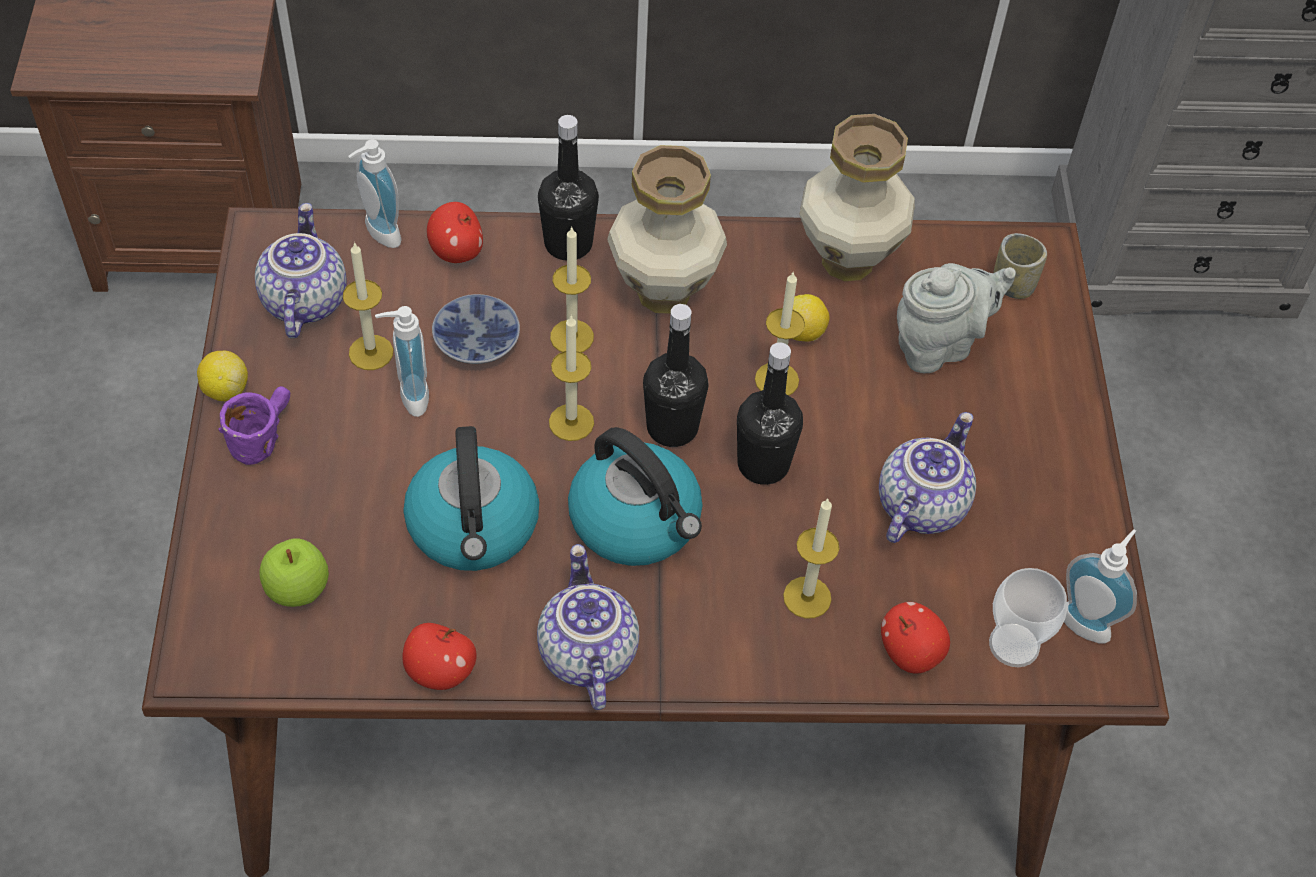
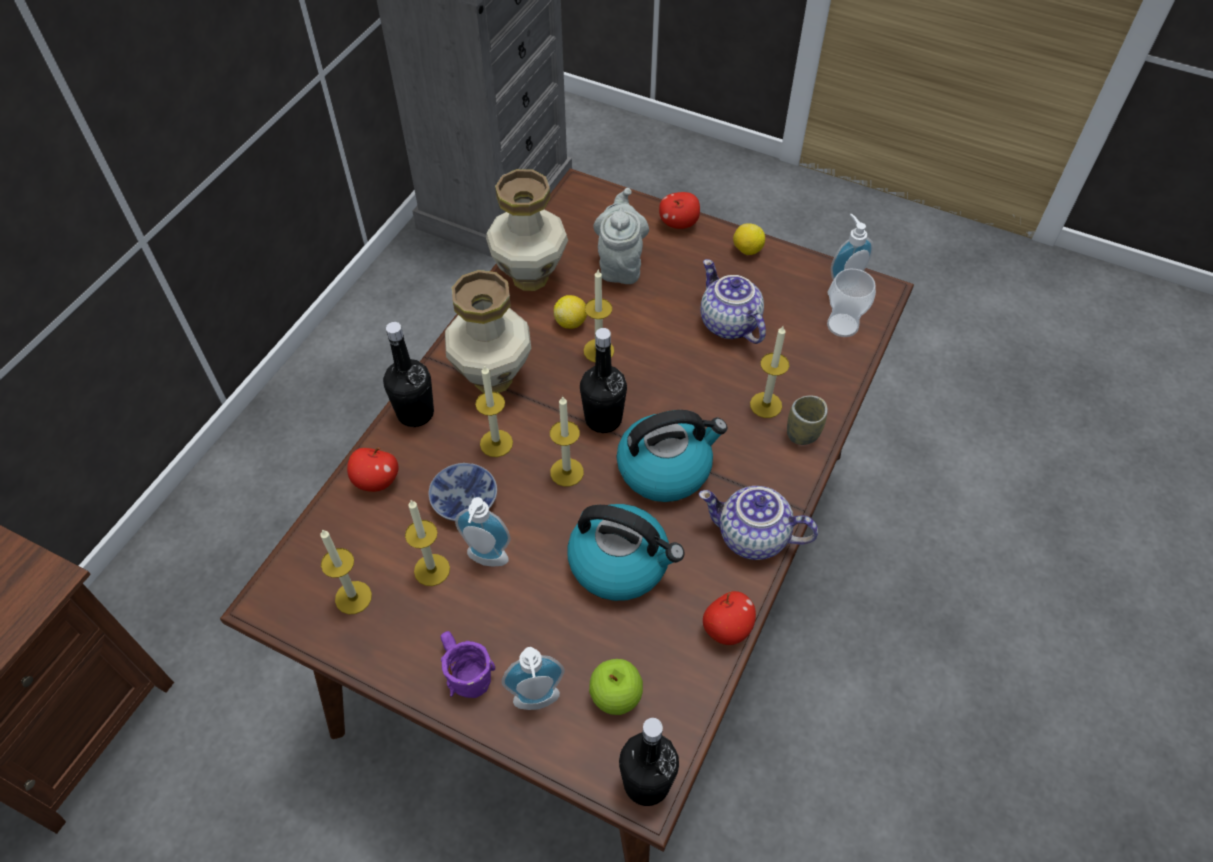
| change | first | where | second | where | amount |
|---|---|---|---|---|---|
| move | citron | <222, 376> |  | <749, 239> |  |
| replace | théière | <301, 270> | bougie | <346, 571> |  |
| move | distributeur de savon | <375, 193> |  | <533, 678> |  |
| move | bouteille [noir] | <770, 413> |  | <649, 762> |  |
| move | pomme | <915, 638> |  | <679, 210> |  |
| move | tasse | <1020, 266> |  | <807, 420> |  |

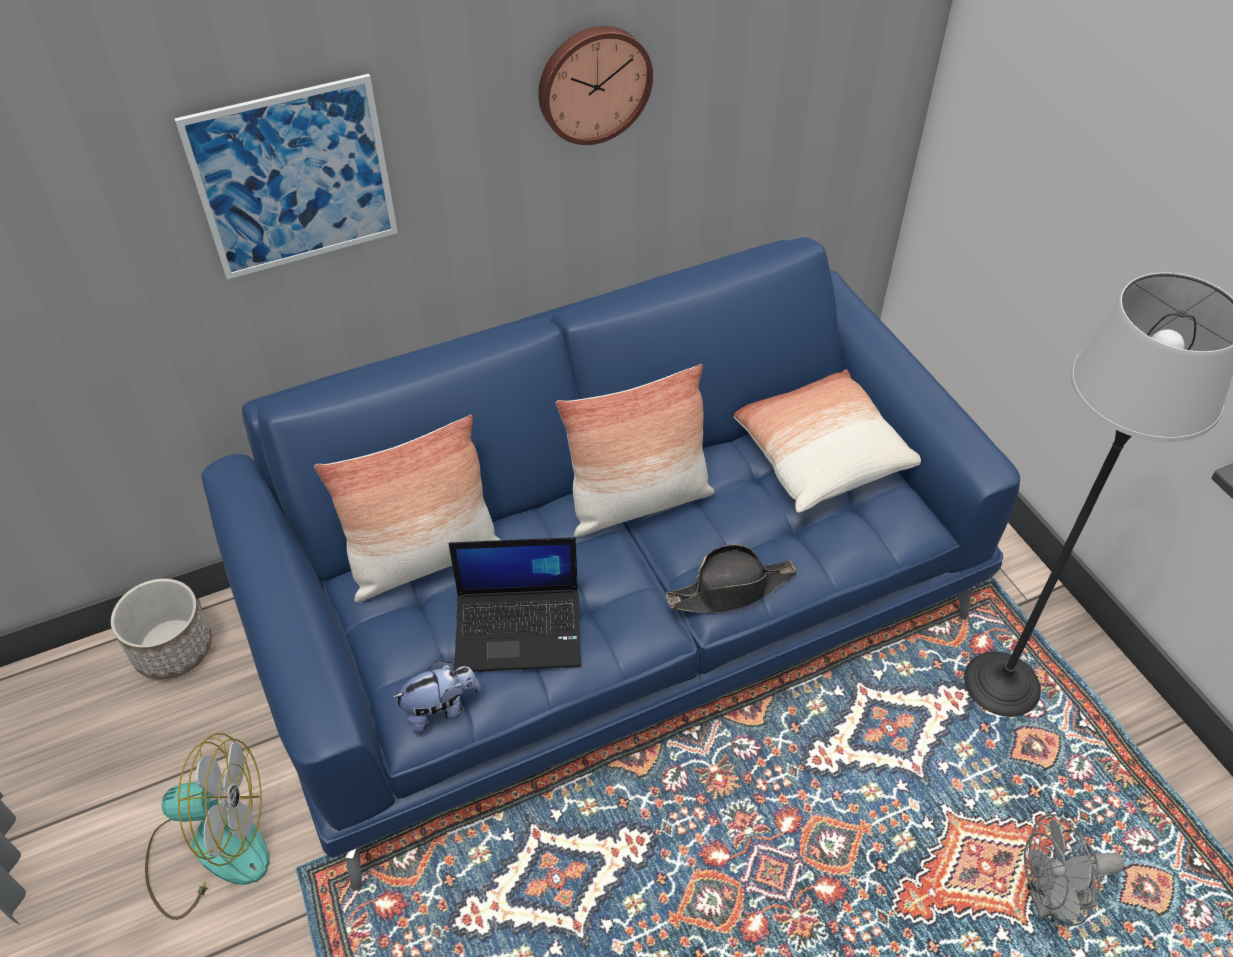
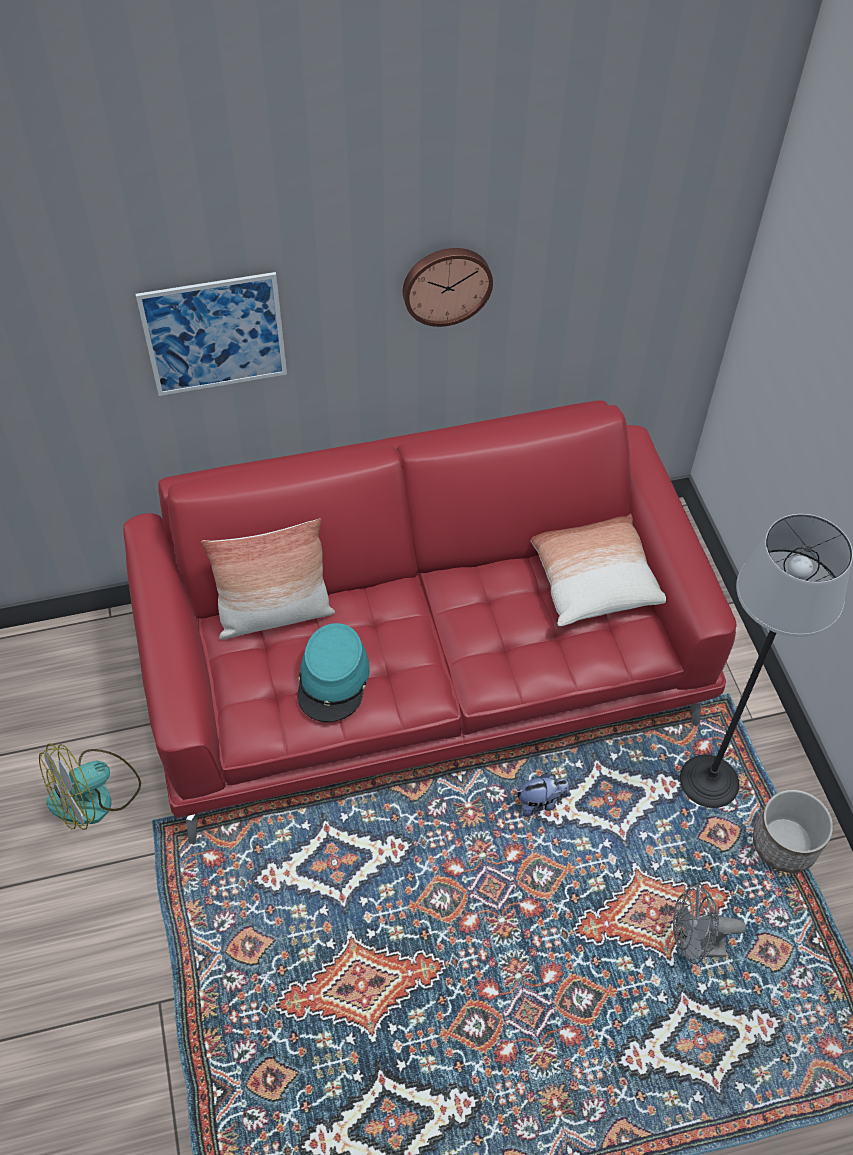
| change | first | where | second | where | amount |
|---|---|---|---|---|---|
| move | cache-pot | <161, 629> |  | <793, 831> |  |
| rotate | ventilateur | <207, 826> |  | <90, 786> | 135 degrees clockwise |
| recolor | canapé [bleu] | <611, 564> | canapé [rouge] | <430, 622> |  |
| move | peluche | <436, 697> |  | <543, 795> |  |
| replace | ordinateur portable | <514, 604> | chapeau [turquoise] | <333, 672> |  |
| delete | coussin | <635, 450> |  |  |  |
| delete | chapeau [noir] | <731, 578> |  |  |  |

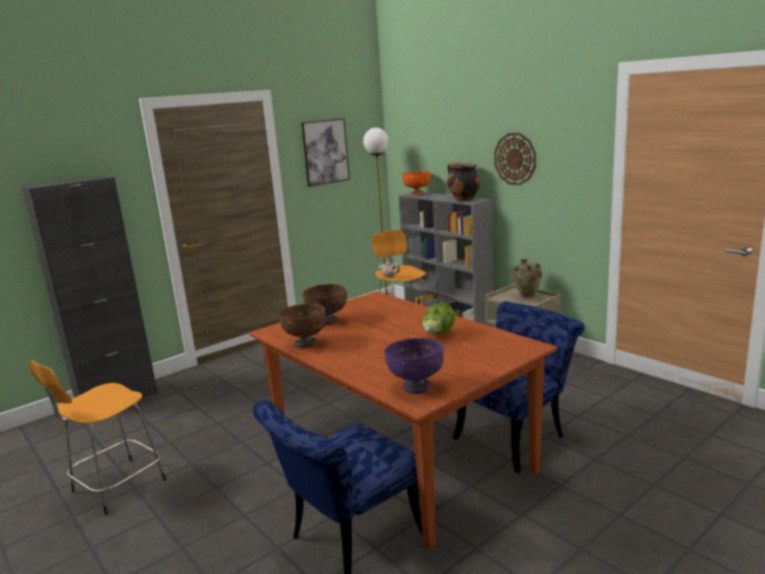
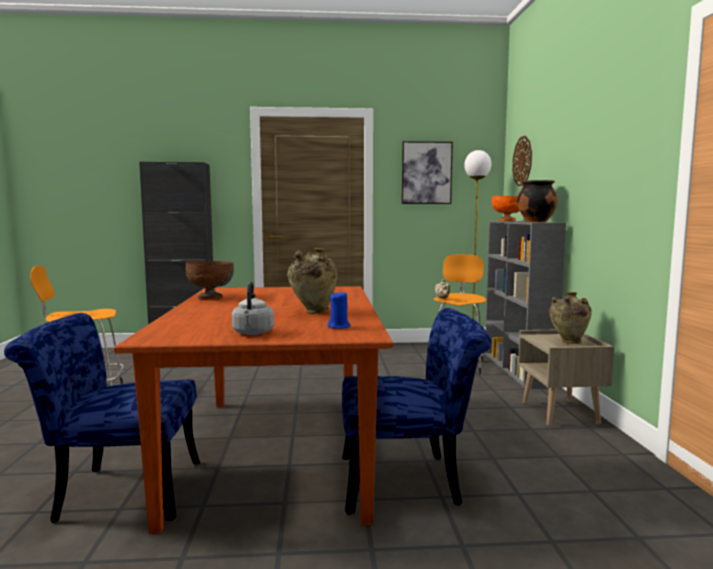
| change | first | where | second | where | amount |
|---|---|---|---|---|---|
| delete | bol [marron] | <324, 304> |  |  |  |
| delete | bol [violet] | <414, 366> |  |  |  |
| replace | laitue | <439, 319> | vase [beige] | <312, 281> |  |
| move | horloge murale | <515, 159> |  | <522, 161> |  |
| insert |  |  | bouilloire [gris] | <253, 308> |  |
| insert |  |  | bougie [bleu] | <339, 310> |  |

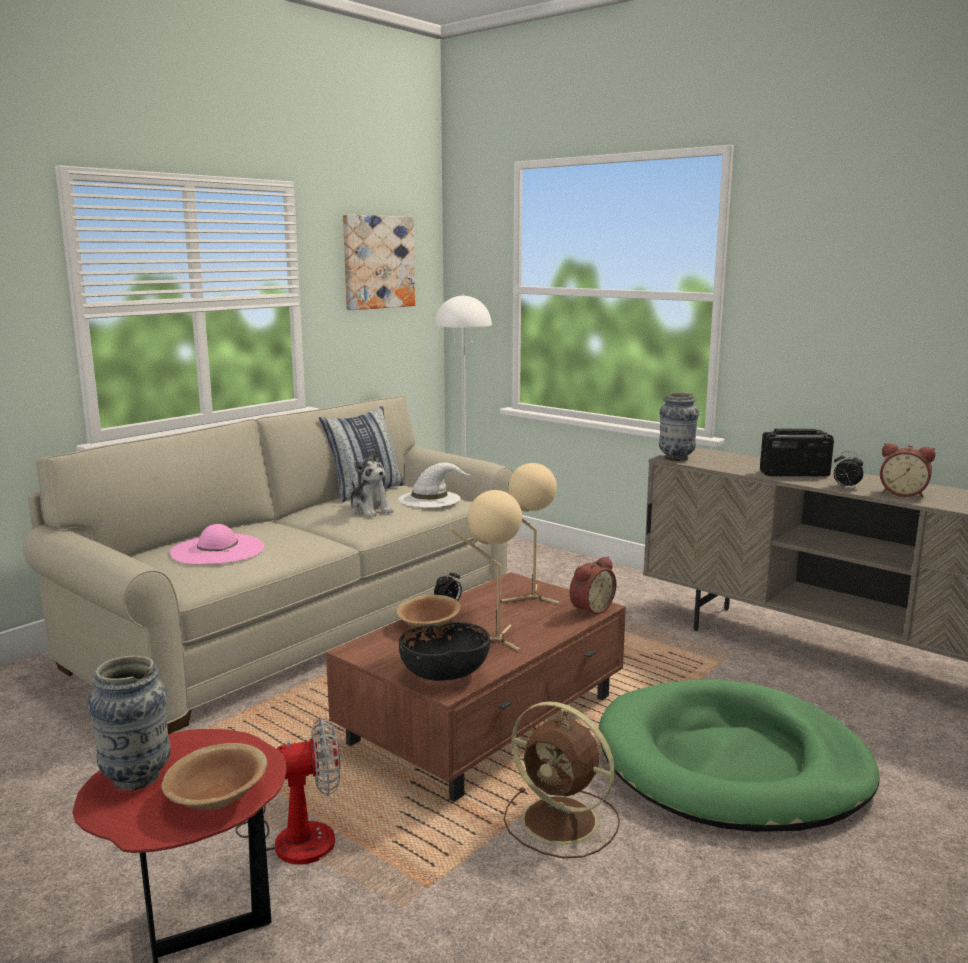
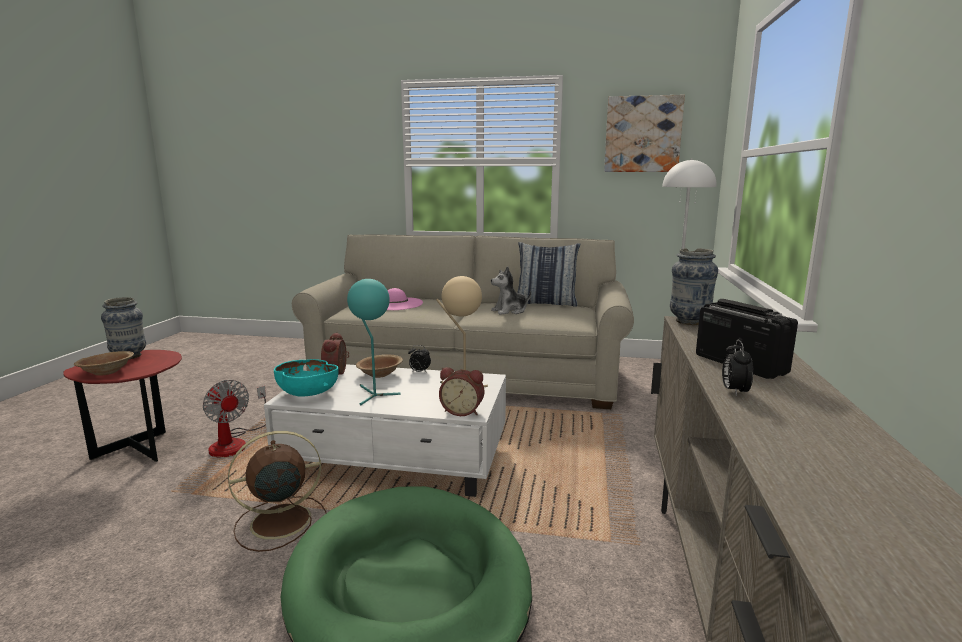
| change | first | where | second | where | amount |
|---|---|---|---|---|---|
| recolor | table basse [marron] | <476, 687> | table basse [blanc] | <385, 430> |  |
| rotate | peluche | <372, 483> |  | <511, 290> | 45 degrees clockwise |
| delete | chapeau [blanc] | <435, 485> |  |  |  |
| recolor | bol [noir] | <444, 651> | bol [turquoise] | <306, 377> |  |
| recolor | lampe de table [beige] | <485, 571> | lampe de table [turquoise] | <373, 342> |  |
| rotate | ventilateur [marron] | <561, 779> |  | <277, 491> | 60 degrees clockwise |
| move | réveil | <907, 470> |  | <335, 353> |  |

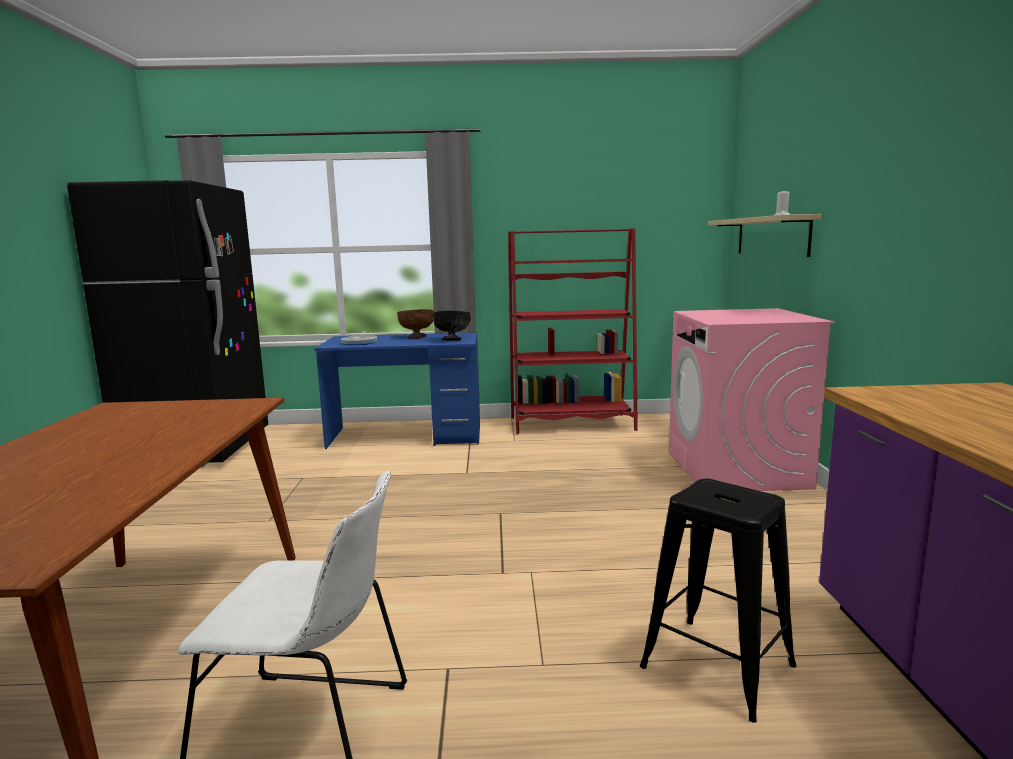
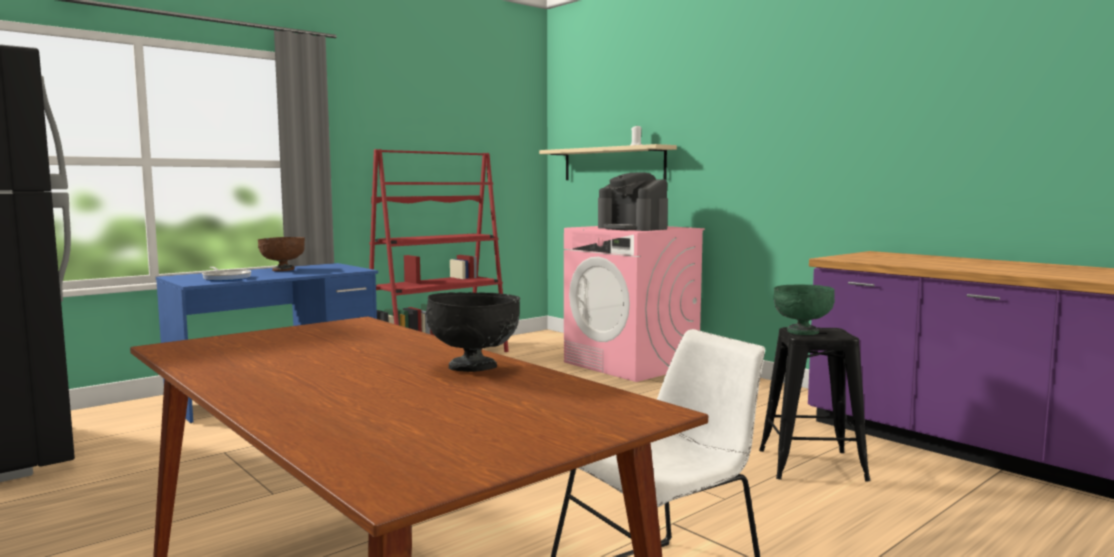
| change | first | where | second | where | amount |
|---|---|---|---|---|---|
| move | bol [noir] | <452, 325> |  | <473, 332> |  |
| insert |  |  | machine à café | <633, 201> |  |
| insert |  |  | bol [vert] | <804, 310> |  |

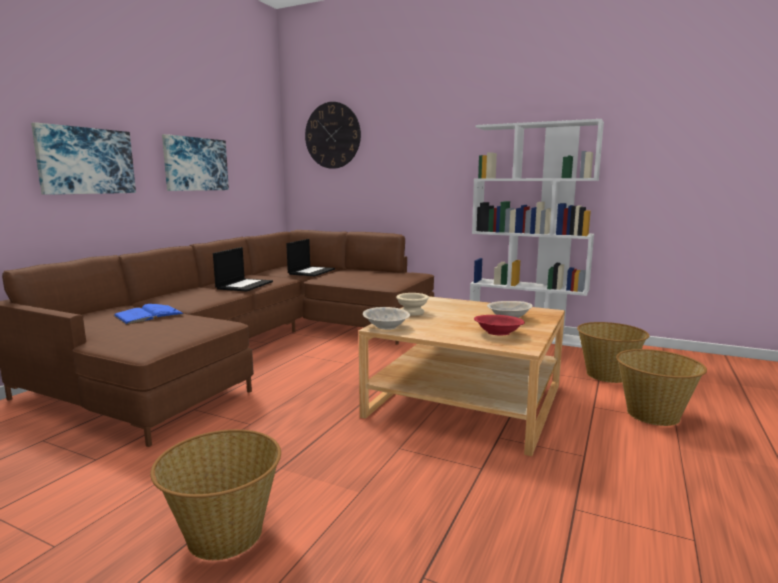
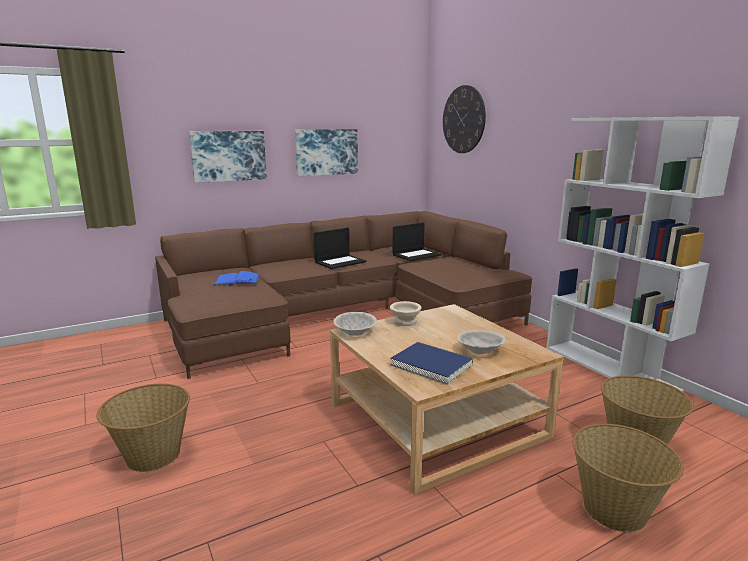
| change | first | where | second | where | amount |
|---|---|---|---|---|---|
| replace | bol [rouge] | <499, 325> | livre [bleu] | <432, 363> |  |

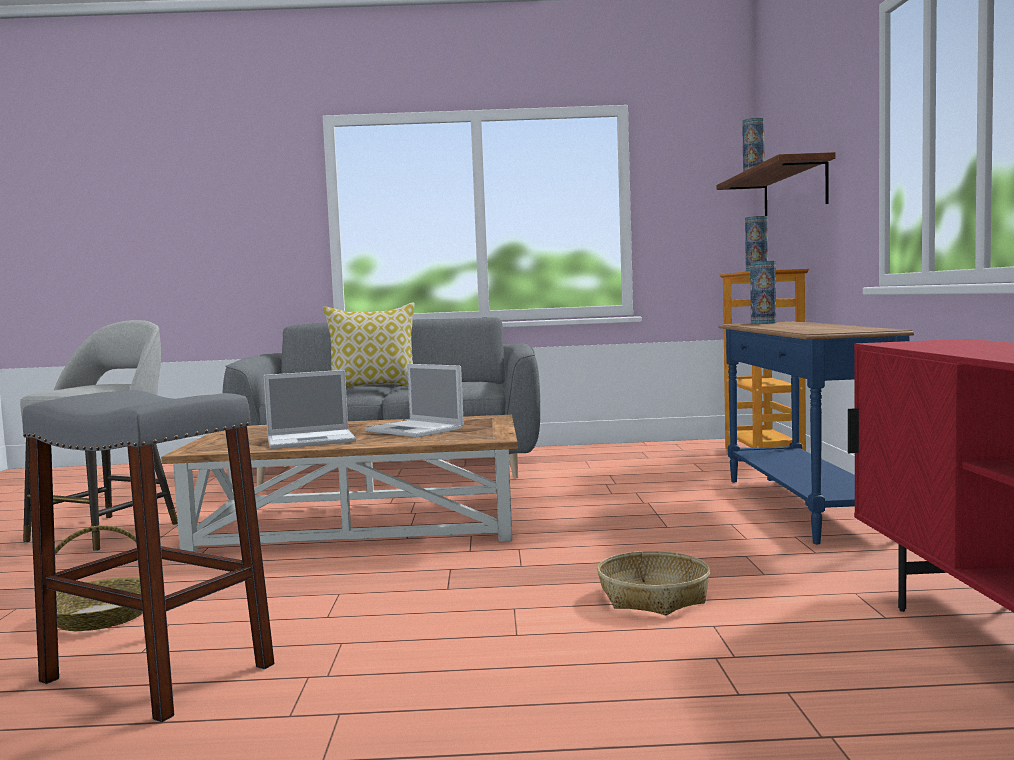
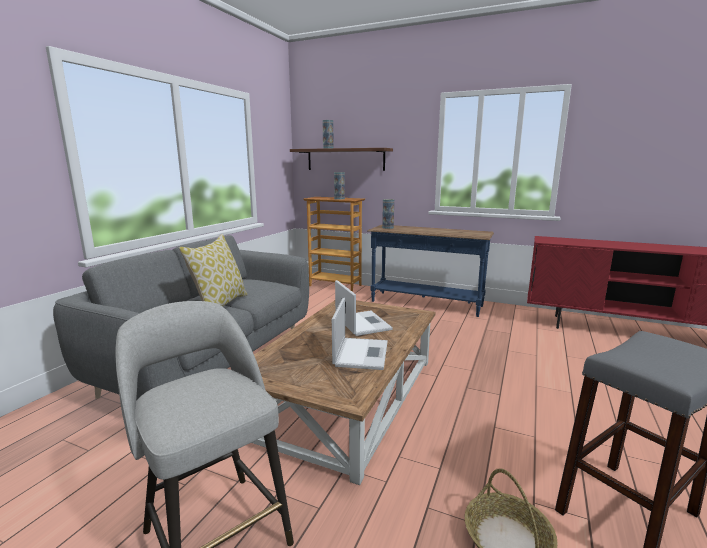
| change | first | where | second | where | amount |
|---|---|---|---|---|---|
| rotate | ordinateur portable | <414, 400> |  | <364, 308> | 90 degrees counterclockwise |
| delete | panier | <653, 583> |  |  |  |

